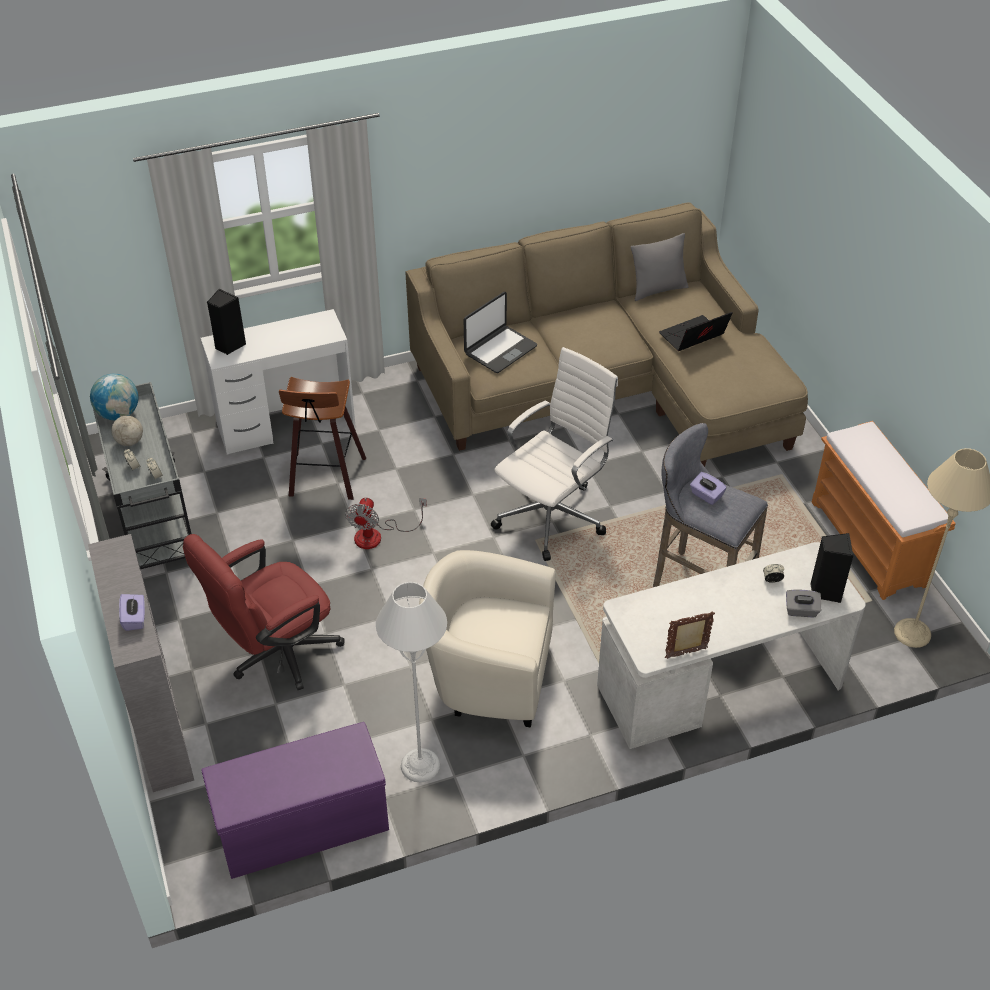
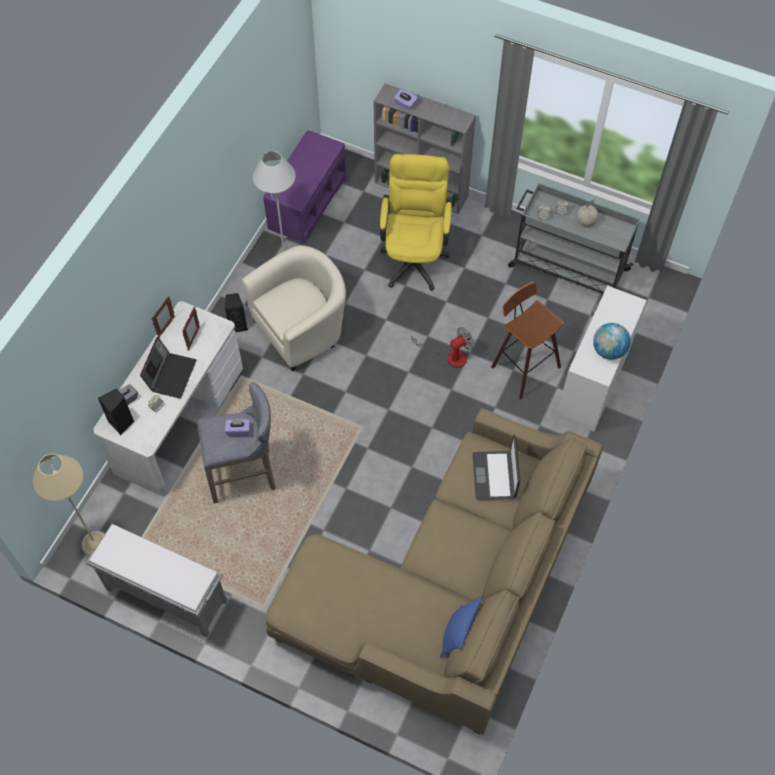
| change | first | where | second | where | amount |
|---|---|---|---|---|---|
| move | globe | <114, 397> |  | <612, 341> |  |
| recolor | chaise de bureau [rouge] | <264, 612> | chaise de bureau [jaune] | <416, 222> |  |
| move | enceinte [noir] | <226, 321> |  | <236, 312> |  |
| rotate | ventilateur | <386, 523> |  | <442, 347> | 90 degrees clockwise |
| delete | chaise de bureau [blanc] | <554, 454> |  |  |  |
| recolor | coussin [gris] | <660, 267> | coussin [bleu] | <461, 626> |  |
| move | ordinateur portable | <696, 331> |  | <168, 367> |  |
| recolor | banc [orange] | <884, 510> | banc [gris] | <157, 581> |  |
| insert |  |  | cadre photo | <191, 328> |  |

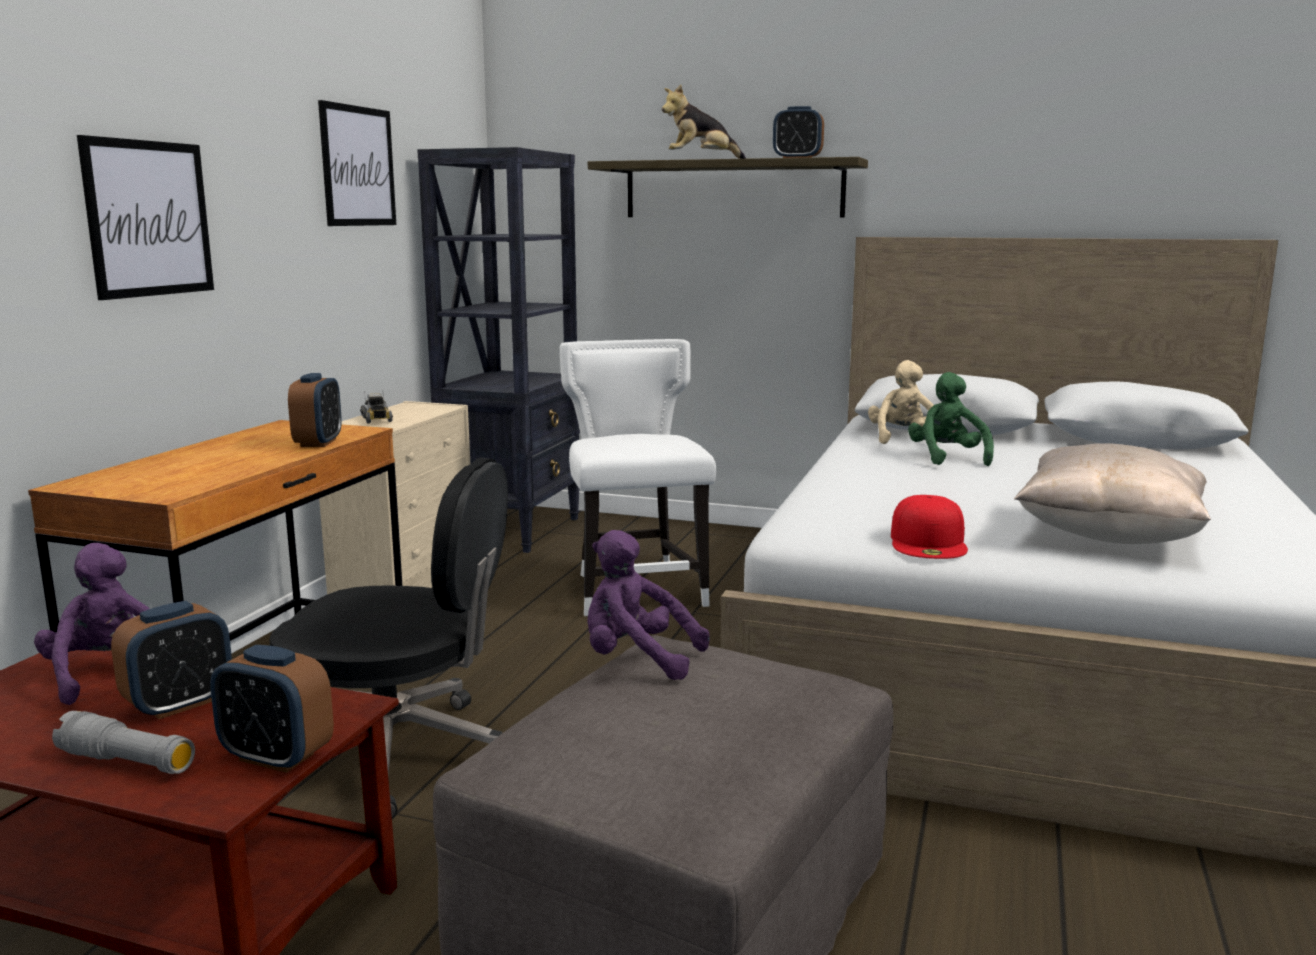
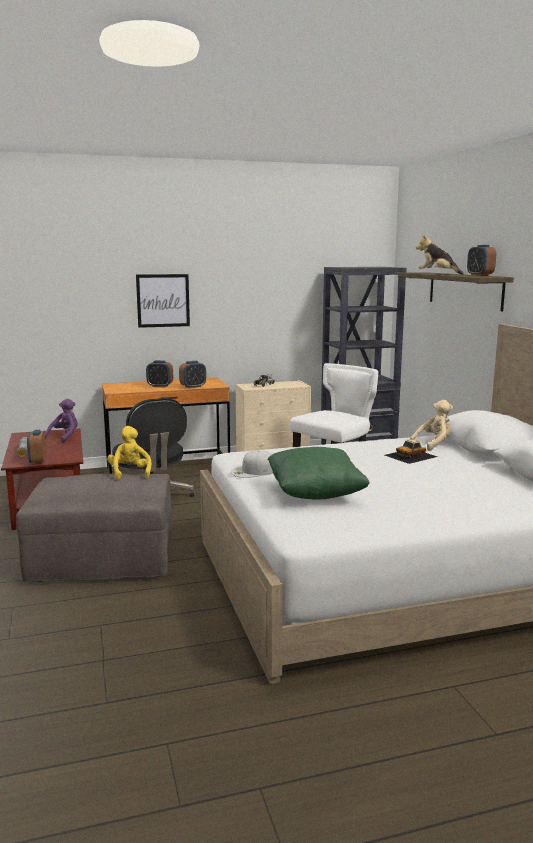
| change | first | where | second | where | amount |
|---|---|---|---|---|---|
| move | réveil | <171, 660> |  | <159, 373> |  |
| delete | tableau | <357, 163> |  |  |  |
| recolor | peluche [violet] | <648, 605> | peluche [jaune] | <129, 453> |  |
| recolor | casquette [rouge] | <929, 527> | casquette [blanc] | <251, 464> |  |
| replace | peluche [vert] | <951, 419> | petite voiture | <411, 452> |  |
| recolor | coussin [beige] | <1112, 493> | coussin [vert] | <318, 473> |  |

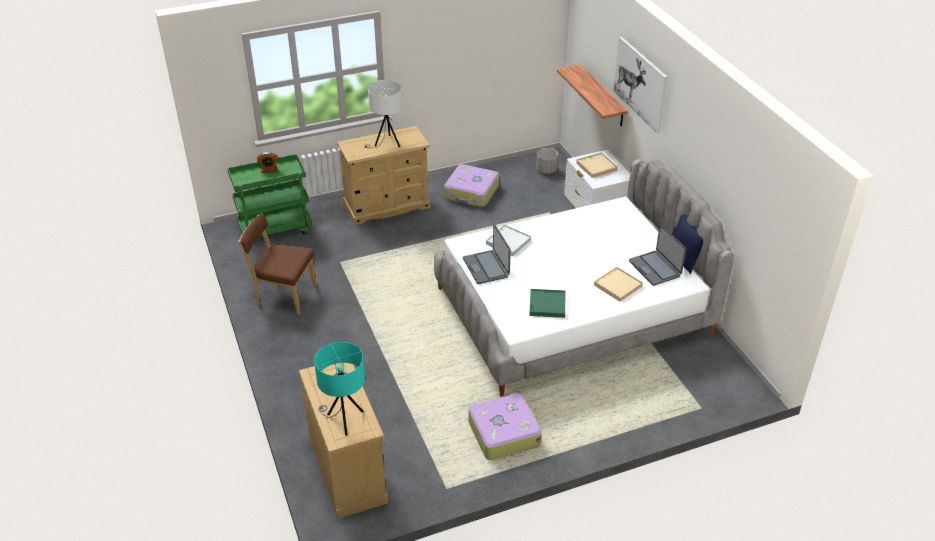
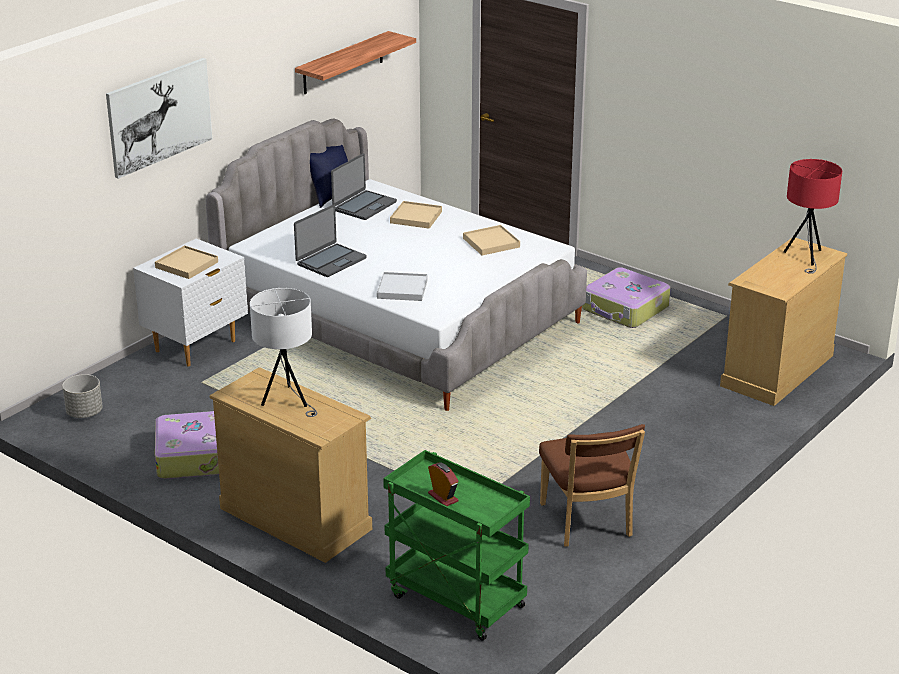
| change | first | where | second | where | amount |
|---|---|---|---|---|---|
| recolor | lampe de table [turquoise] | <339, 389> | lampe de table [rouge] | <812, 216> |  |
| move | ordinateur portable | <487, 254> |  | <330, 241> |  |
| recolor | plateau [vert] | <547, 303> | plateau [beige] | <491, 240> |  |
| move | étagère | <592, 95> |  | <355, 62> |  |

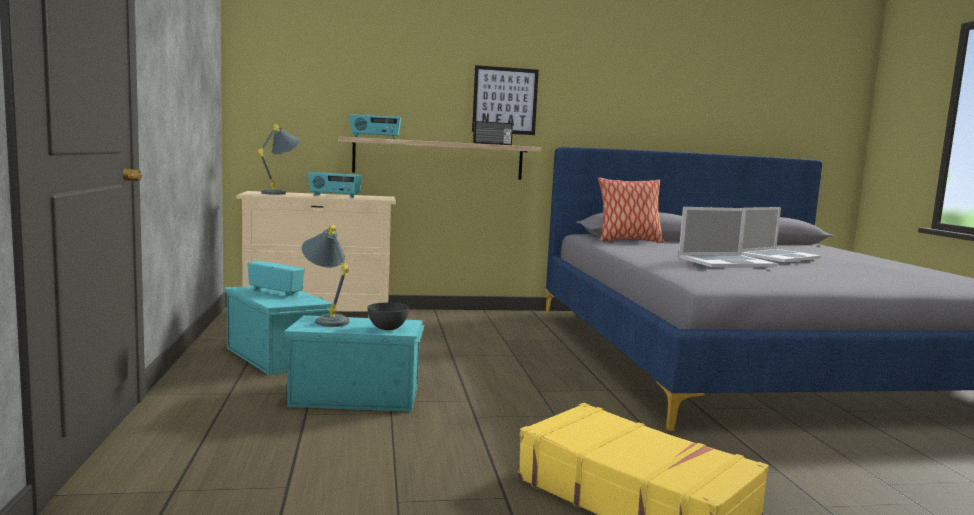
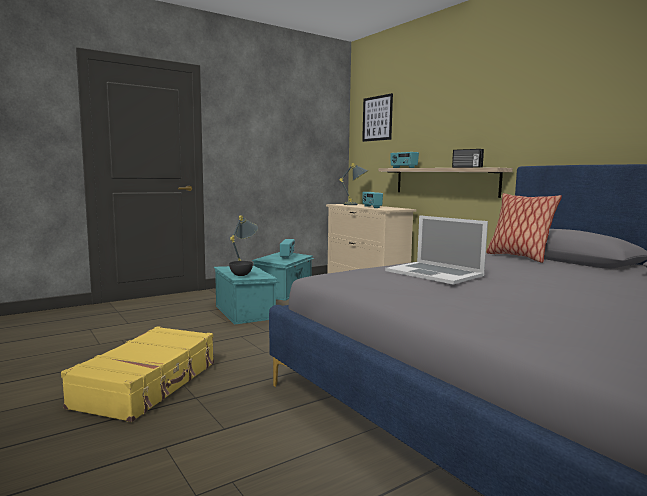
| change | first | where | second | where | amount |
|---|---|---|---|---|---|
| move | tableau | <505, 100> |  | <377, 117> |  |
| delete | ordinateur portable | <781, 234> |  |  |  |

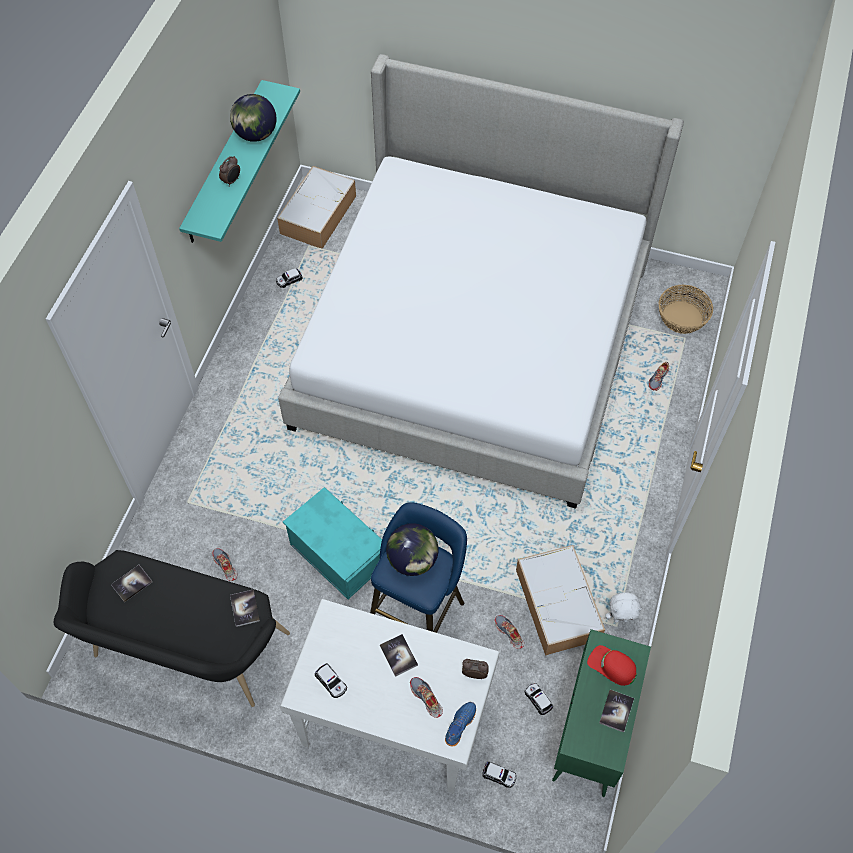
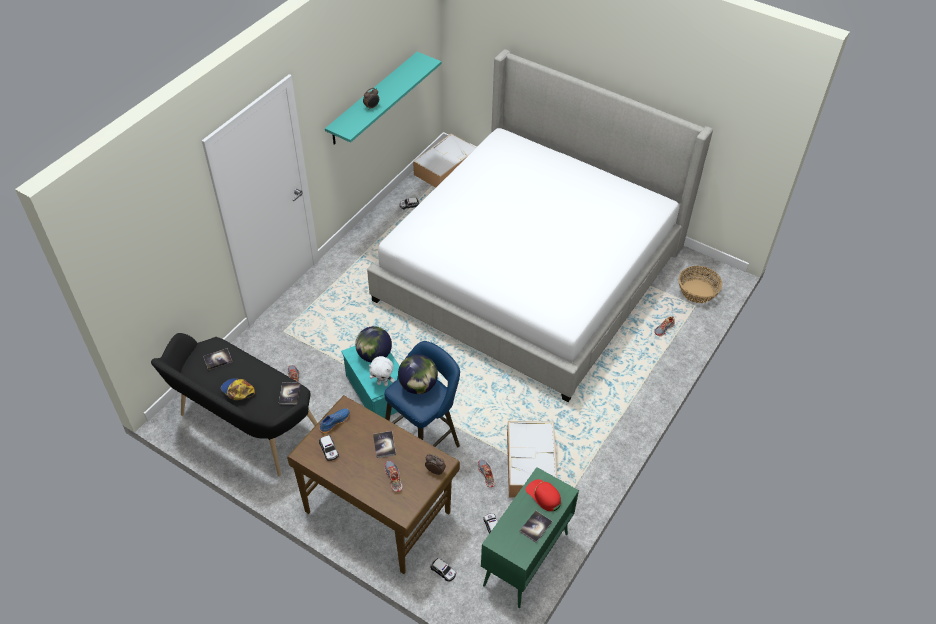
| change | first | where | second | where | amount |
|---|---|---|---|---|---|
| move | globe | <253, 118> |  | <373, 344> |  |
| recolor | bureau [blanc] | <389, 696> | bureau [marron] | <373, 484> |  |
| move | chaussure [bleu] | <460, 724> |  | <335, 420> |  |
| move | peluche [blanc] | <623, 607> |  | <382, 371> |  |
| insert |  |  | casquette | <238, 389> |  |

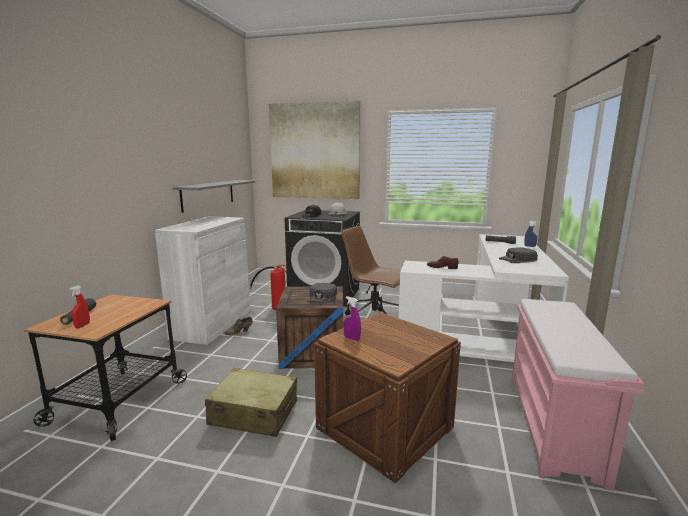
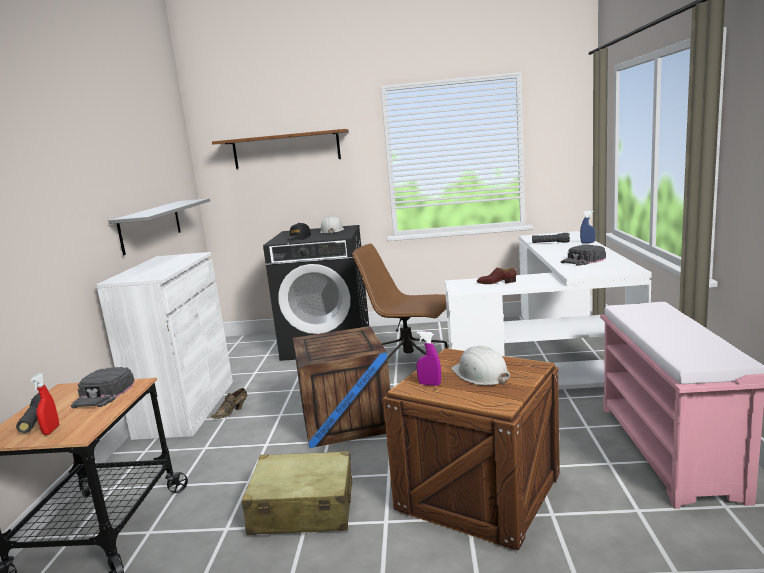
| change | first | where | second | where | amount |
|---|---|---|---|---|---|
| delete | extincteur | <268, 287> |  |  |  |
| replace | tableau | <314, 150> | étagère [marron] | <280, 149> |  |
| move | casquette [noir] | <322, 293> |  | <103, 387> |  |
| insert |  |  | casque de chantier [blanc] | <480, 365> |  |

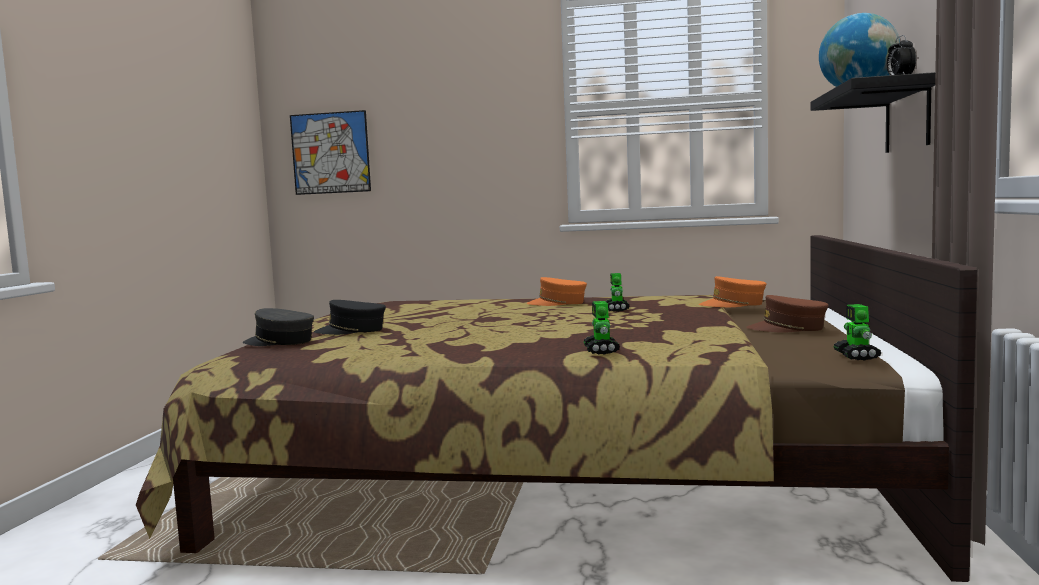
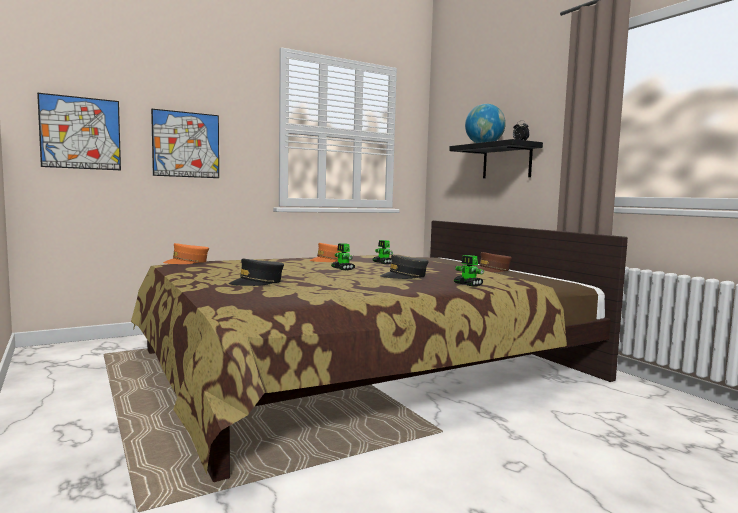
| change | first | where | second | where | amount |
|---|---|---|---|---|---|
| move | casquette [gris] | <278, 327> |  | <404, 267> |  |
| move | casquette [orange] | <732, 291> |  | <186, 253> |  |
| move | robot jouet | <857, 332> |  | <343, 257> |  |
| insert |  |  | tableau | <185, 143> |  |

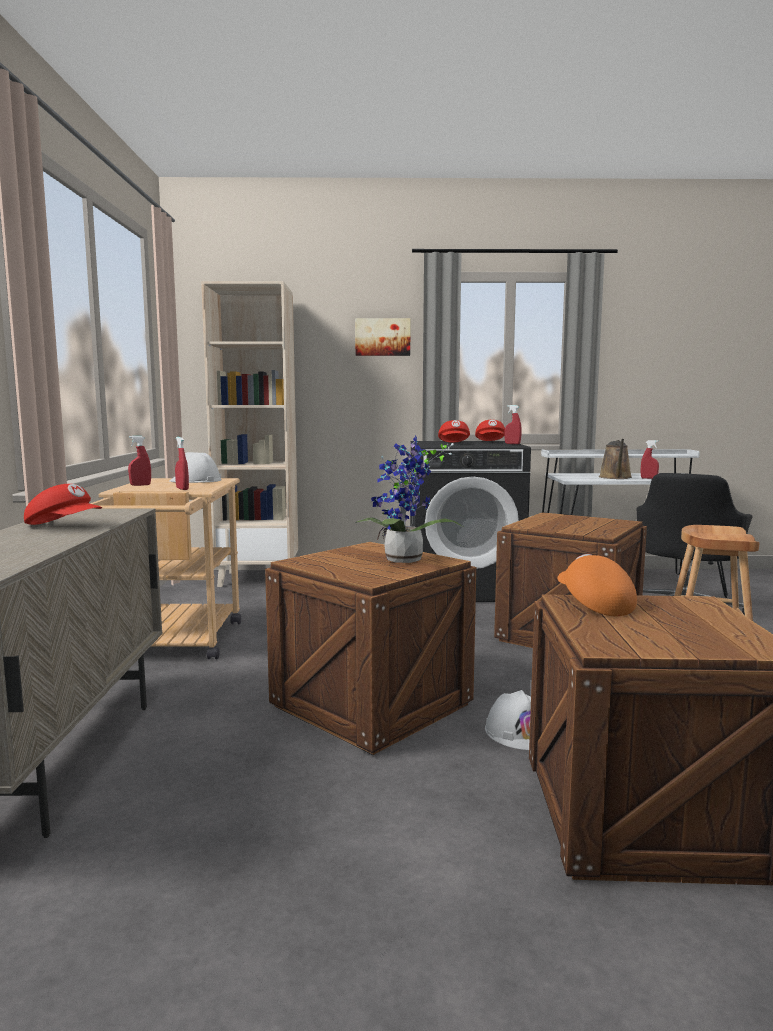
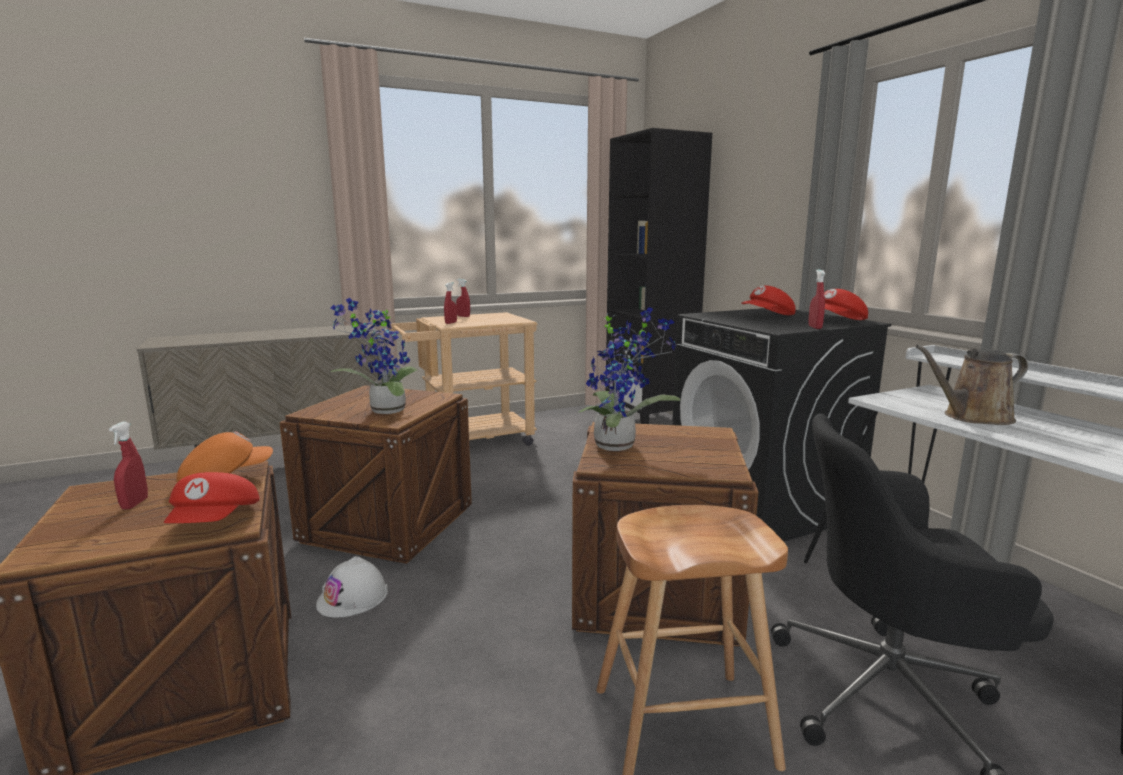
| change | first | where | second | where | amount |
|---|---|---|---|---|---|
| move | casquette [rouge] | <63, 504> |  | <212, 497> |  |
| delete | casque de chantier [blanc] | <196, 467> |  |  |  |
| recolor | bibliothèque [beige] | <249, 434> | bibliothèque [noir] | <658, 276> |  |
| delete | tableau | <382, 337> |  |  |  |
| move | vaporisateur [rouge] | <650, 459> |  | <128, 465> |  |
| insert |  |  | plante en pot | <629, 379> |  |

